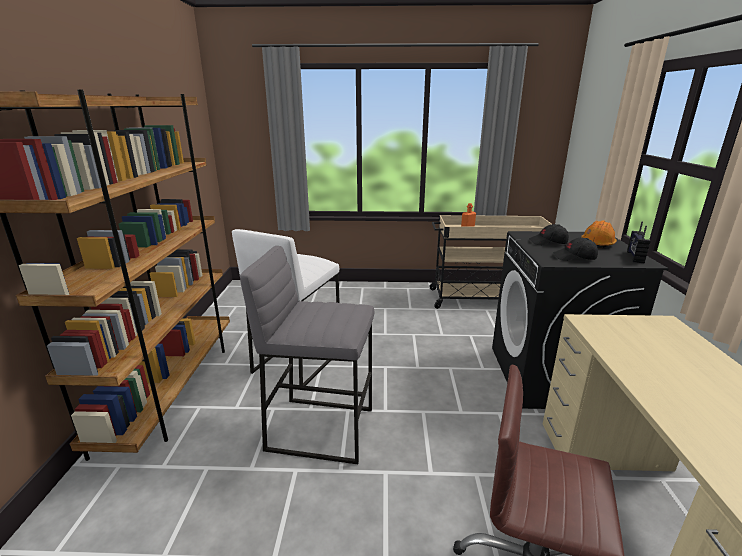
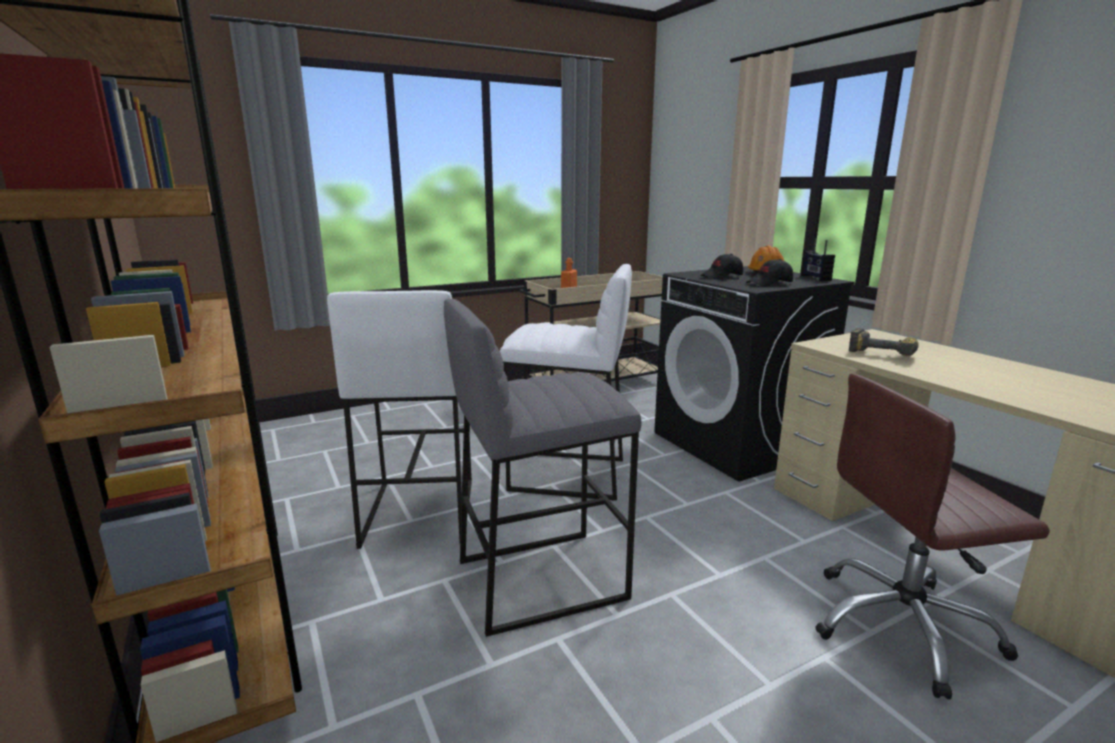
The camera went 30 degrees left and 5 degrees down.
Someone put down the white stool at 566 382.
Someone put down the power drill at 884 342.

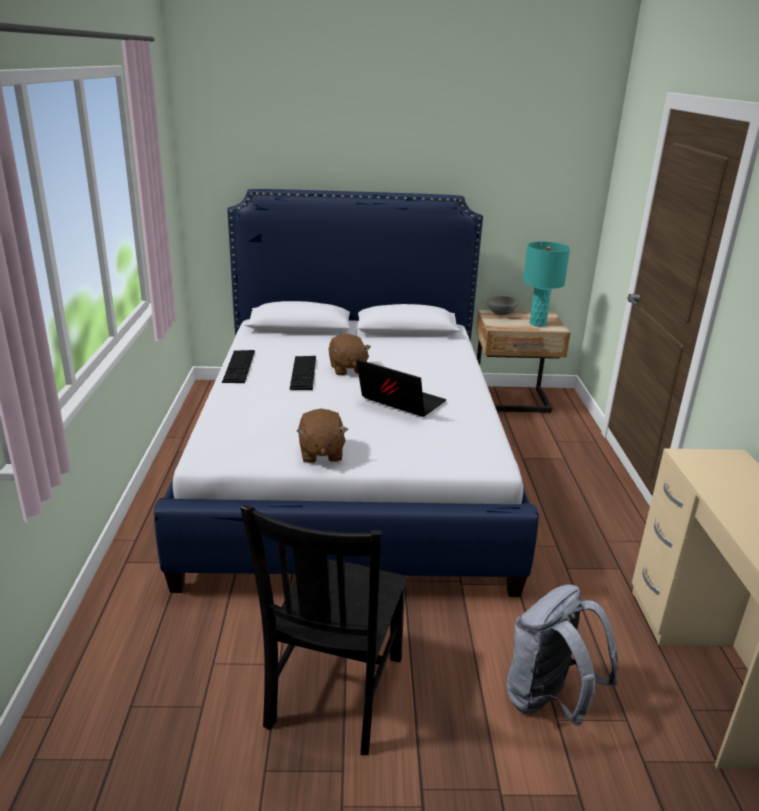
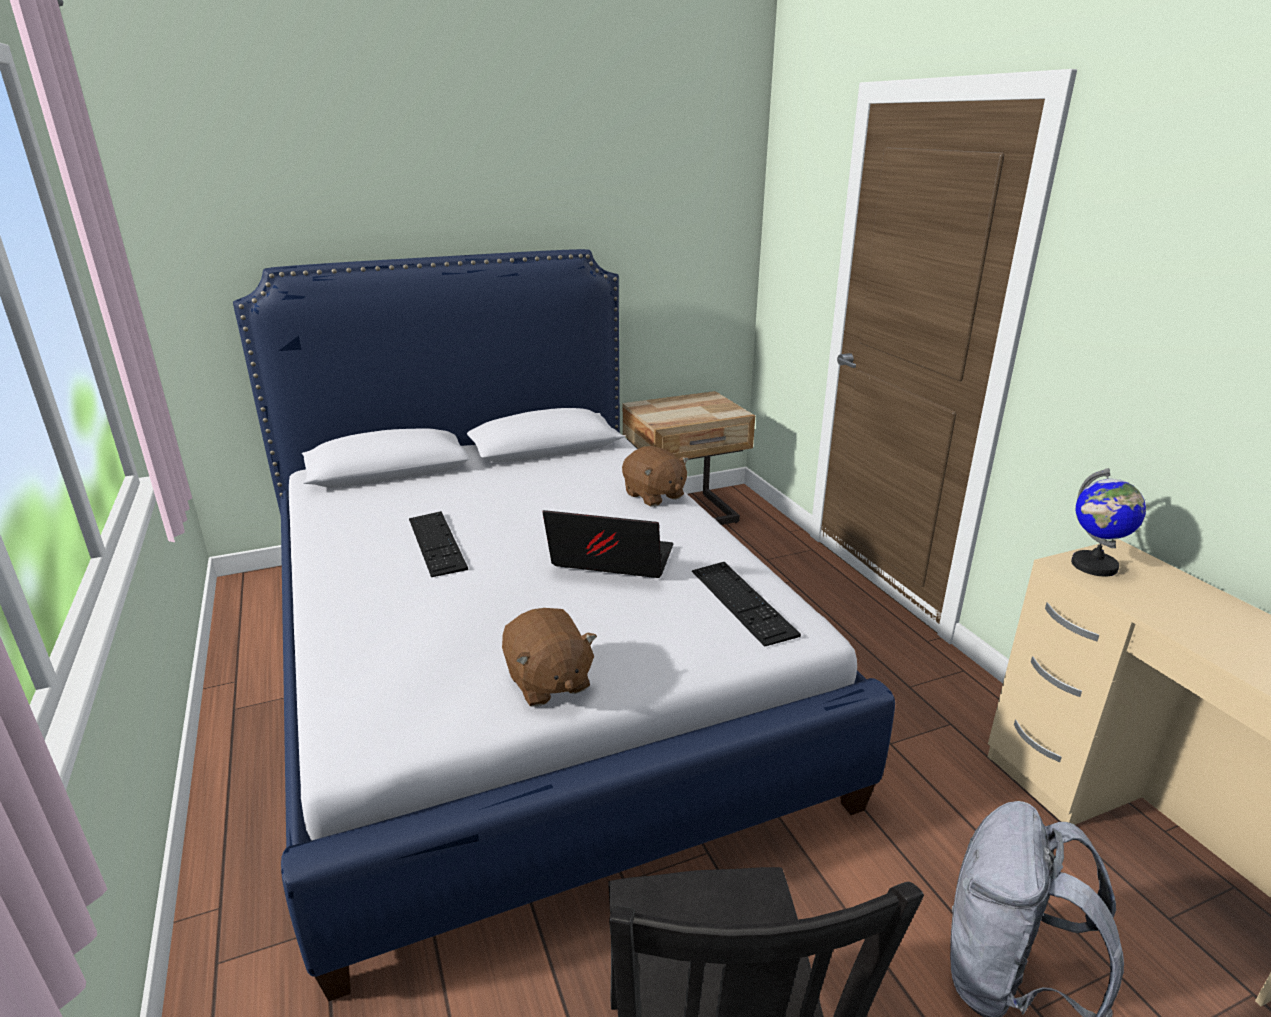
The camera went 20 degrees left and 0 degrees up.
Someone took away the turquoise table lamp at 546 283.
Someone took away the grey bowl at 503 305.
Someone carried the brown plush toy from 349 355 to 655 476.
Someone carried the keyboard from 238 366 to 746 604.
Someone put down the globe at 1108 522.

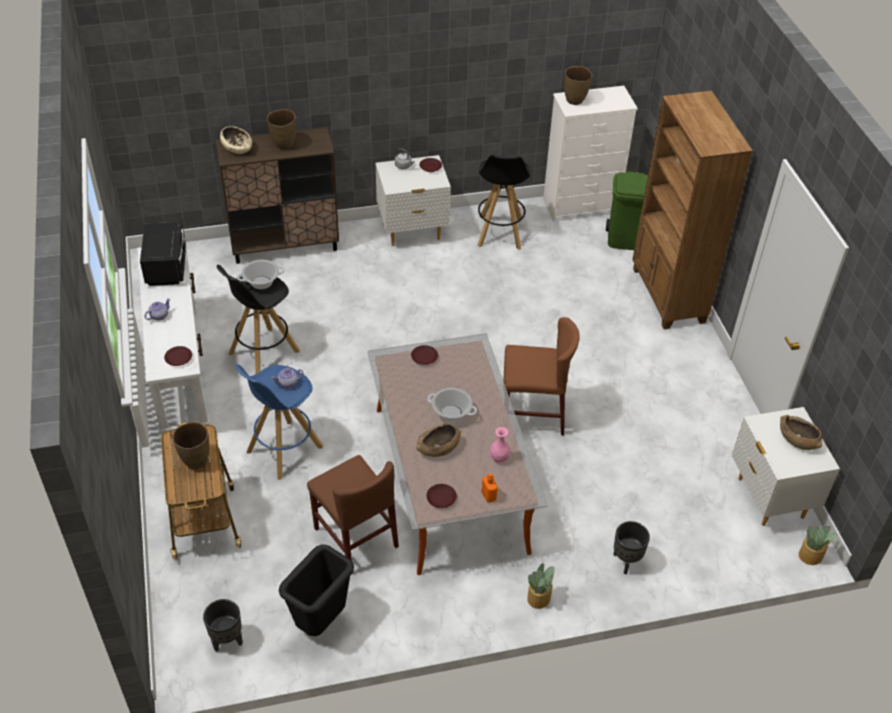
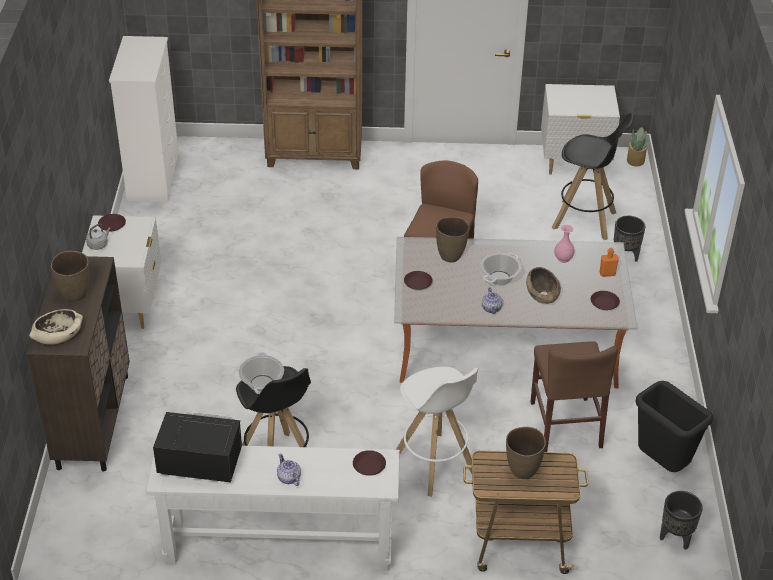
The camera went 75 degrees left and 5 degrees down.
Someone carried the brown vase from 578 85 to 453 239.
Someone carried the black stool from 503 202 to 593 176.
Someone took away the green trash can at 627 211.
Someone repainted the blue stool at 279 422, which became the white stool at 437 432.
Someone carried the teapot from 287 378 to 492 300.
Someone took away the brown bowl at 801 432.
Someone rotated the brown chair at 353 514 by 105 degrees clockwise.
Someone took away the potted plant at 541 586.

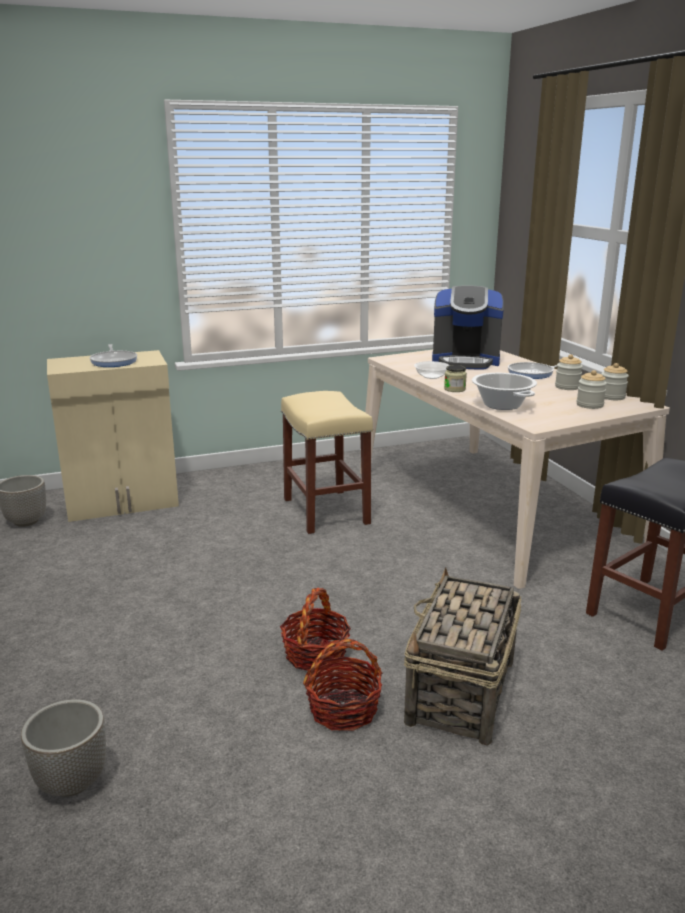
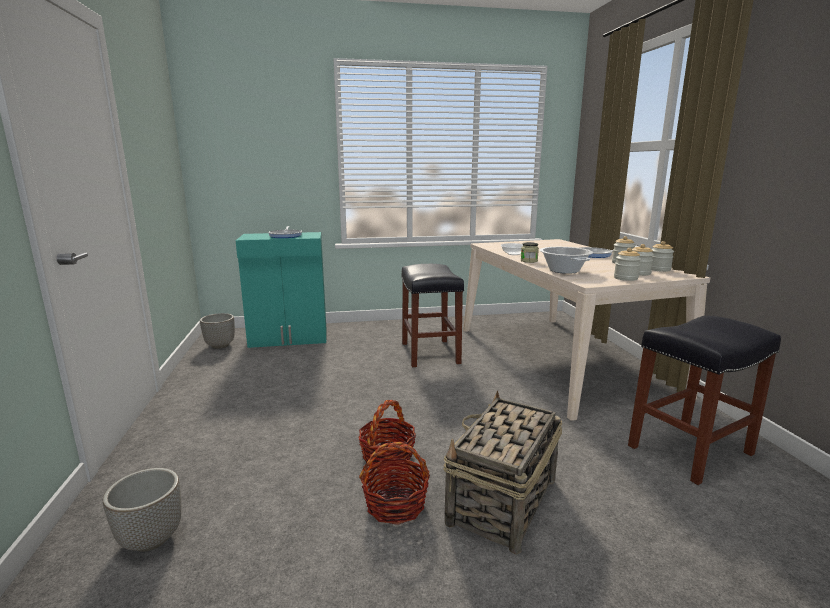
The camera went 10 degrees right and 5 degrees down.
Someone took away the coffee machine at 468 327.
Someone repainted the beige cabinet at 113 436, which became the turquoise cabinet at 281 290.
Someone repainted the beige stool at 327 462, which became the black stool at 432 315.
Someone put down the jar at 627 264.

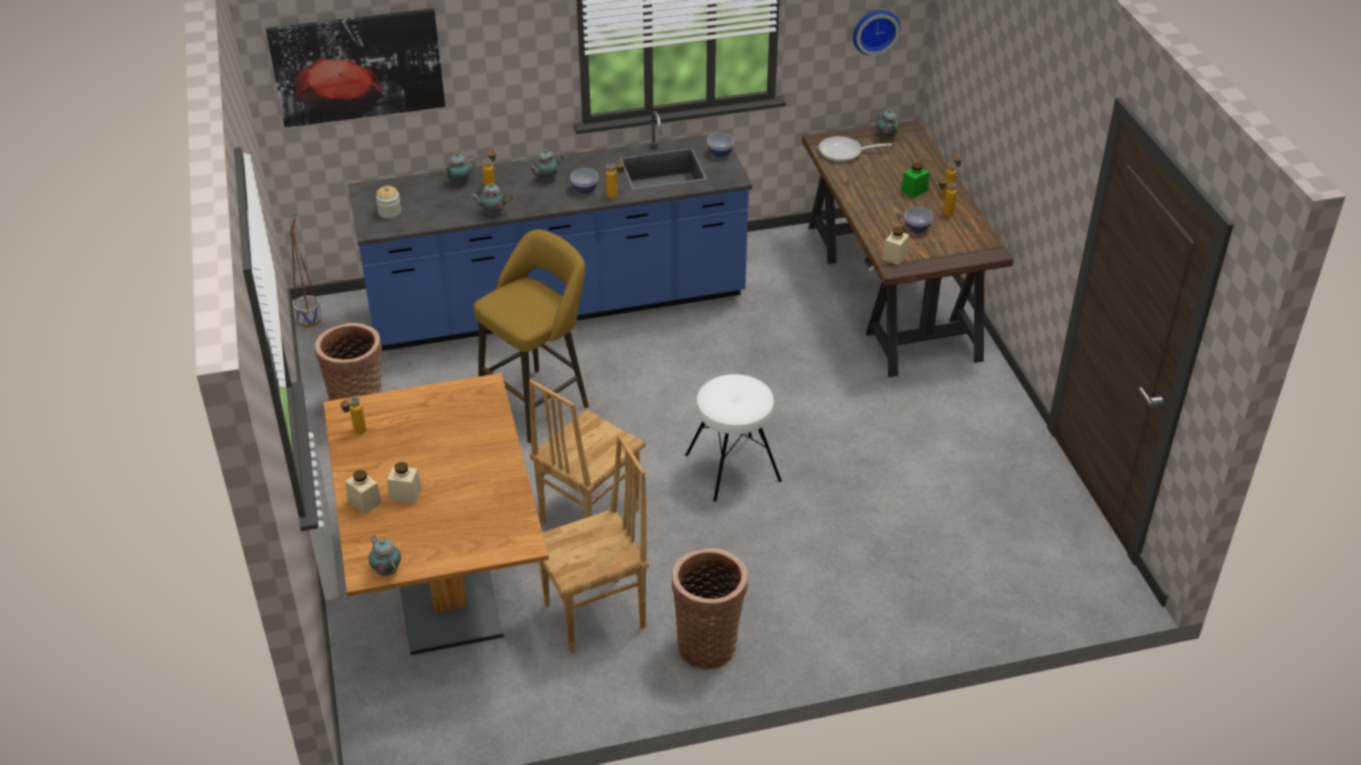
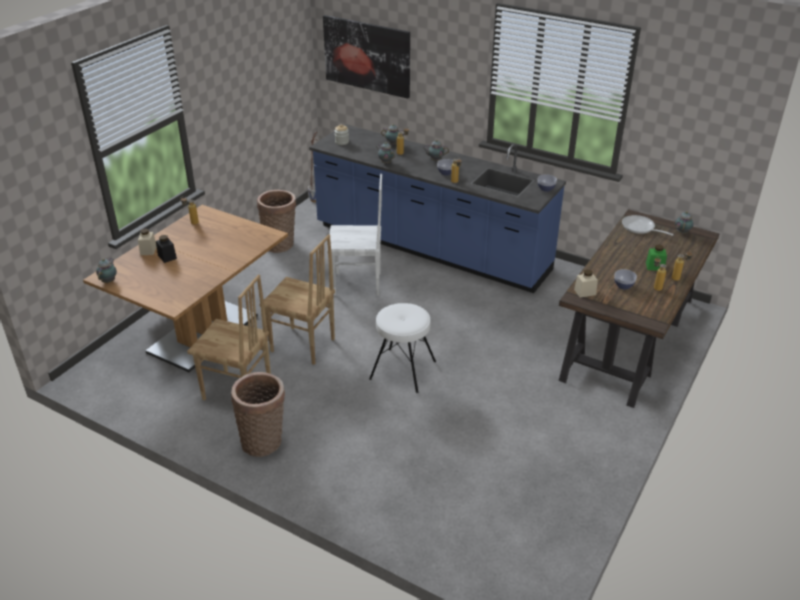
The camera went 45 degrees right and 5 degrees down.
Someone took away the wall clock at 876 32.
Someone swapped the yellow stool at 531 336 for the white chair at 354 235.
Someone rotated the brown chair at 587 451 by 150 degrees counterclockwise.
Someone repainted the beige jar at 404 483, which became the black jar at 166 249.

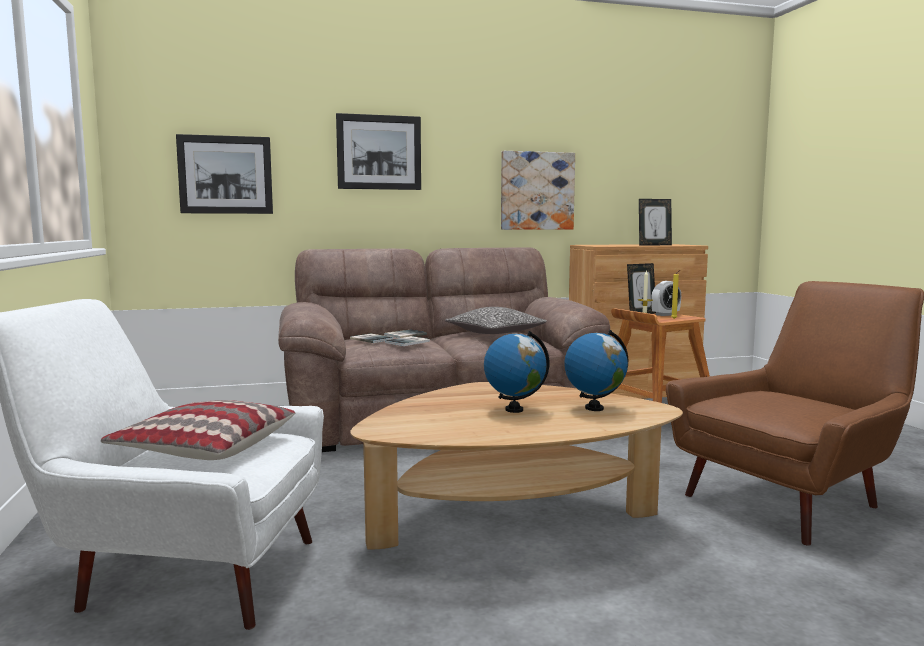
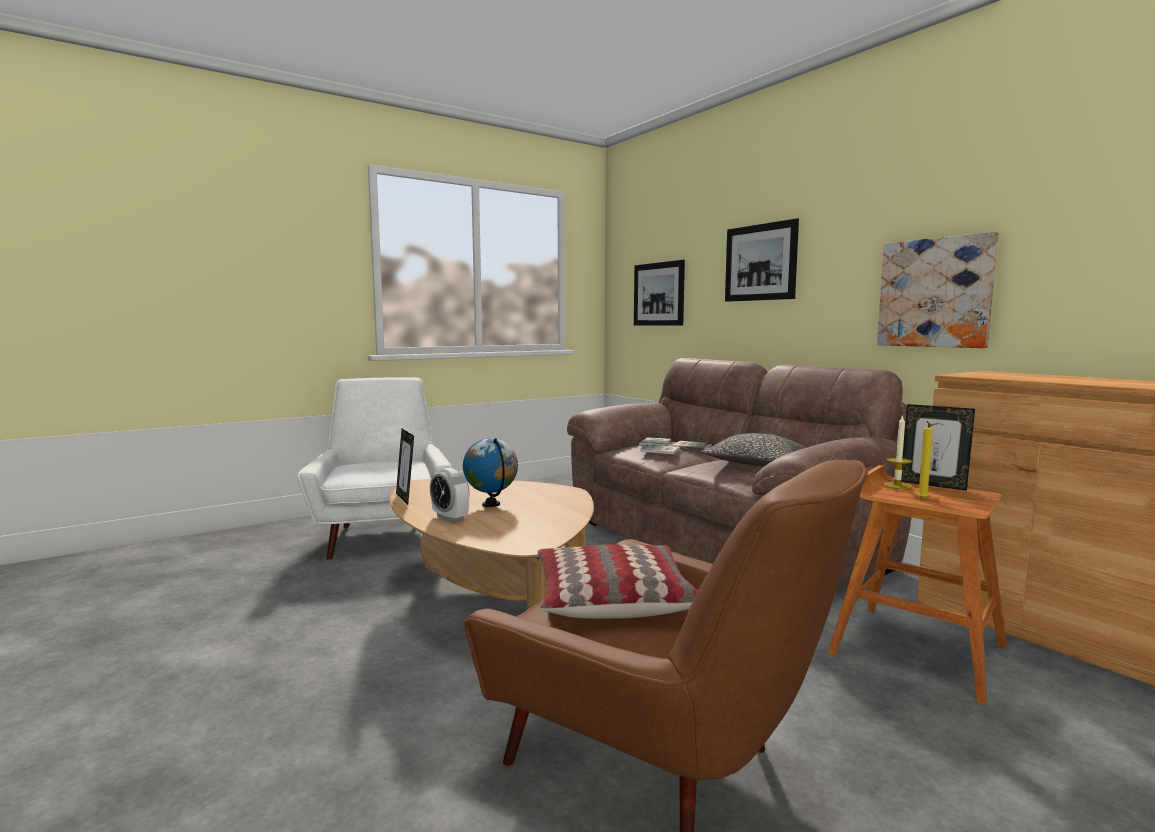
The camera went 70 degrees right and 0 degrees up.
Someone carried the picture frame from 655 222 to 405 467.
Someone carried the alarm clock from 666 298 to 450 495.
Someone took away the globe at 596 370.
Someone carried the pillow from 198 430 to 618 581.

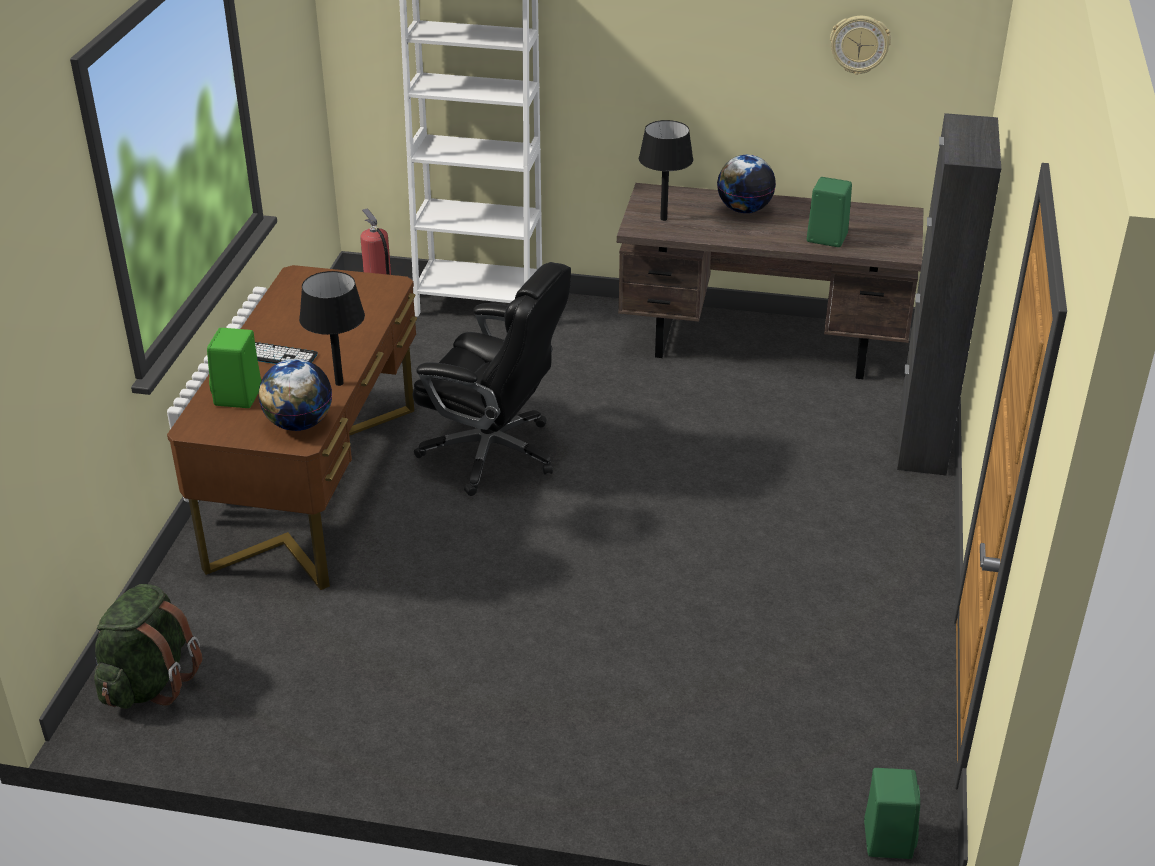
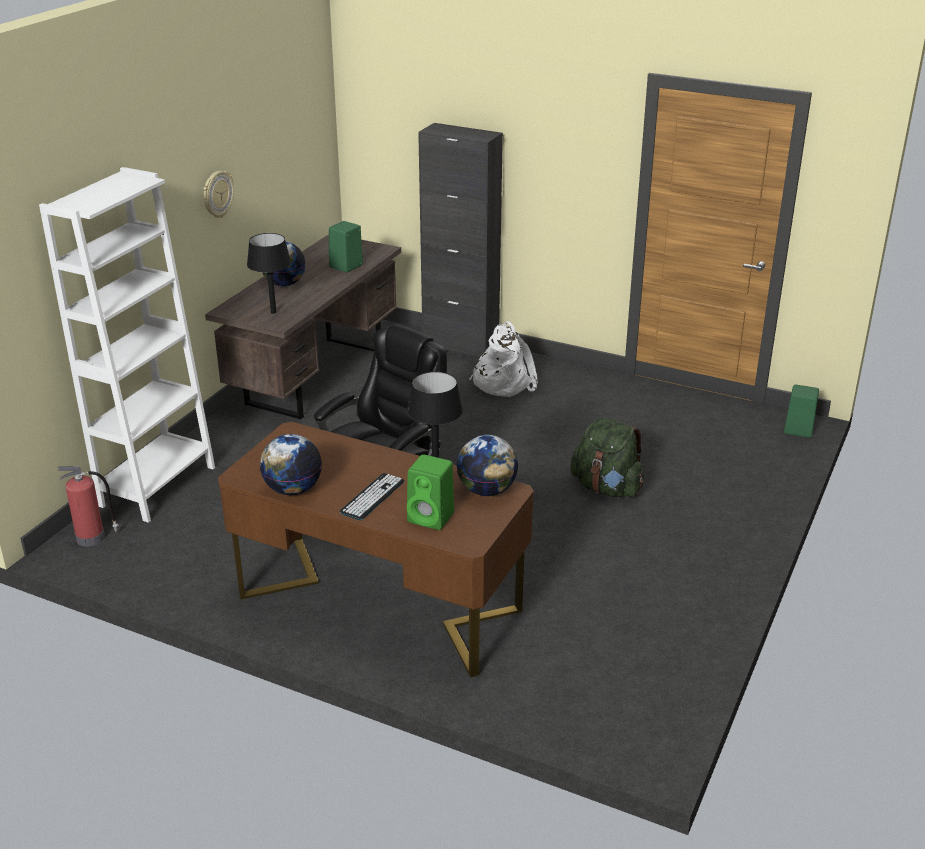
The camera went 75 degrees left and 5 degrees down.
Someone carried the wall clock from 860 45 to 218 194.
Someone carried the green backpack from 148 646 to 607 457.
Someone put down the white backpack at 504 359.
Someone put down the globe at 291 464.

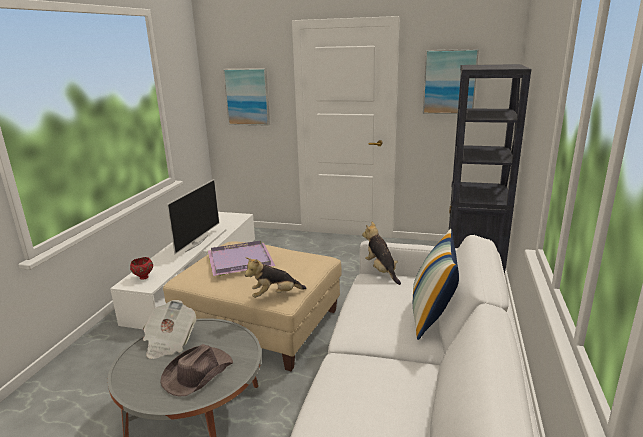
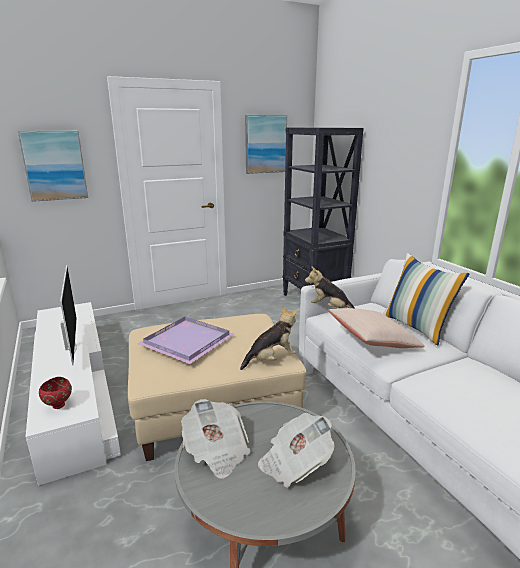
The camera went 40 degrees left and 0 degrees up.
Someone rotated the plush toy at 275 277 by 150 degrees counterclockwise.
Someone swapped the brown hat at 196 370 for the newspaper at 296 450.
Someone put down the beige pillow at 376 328.

